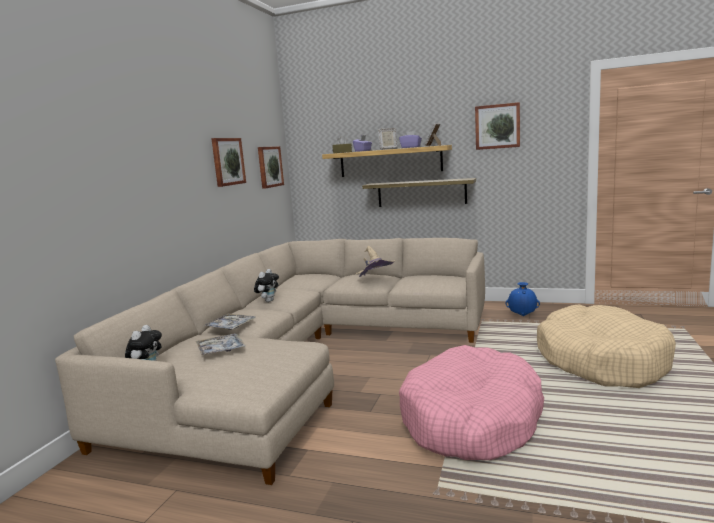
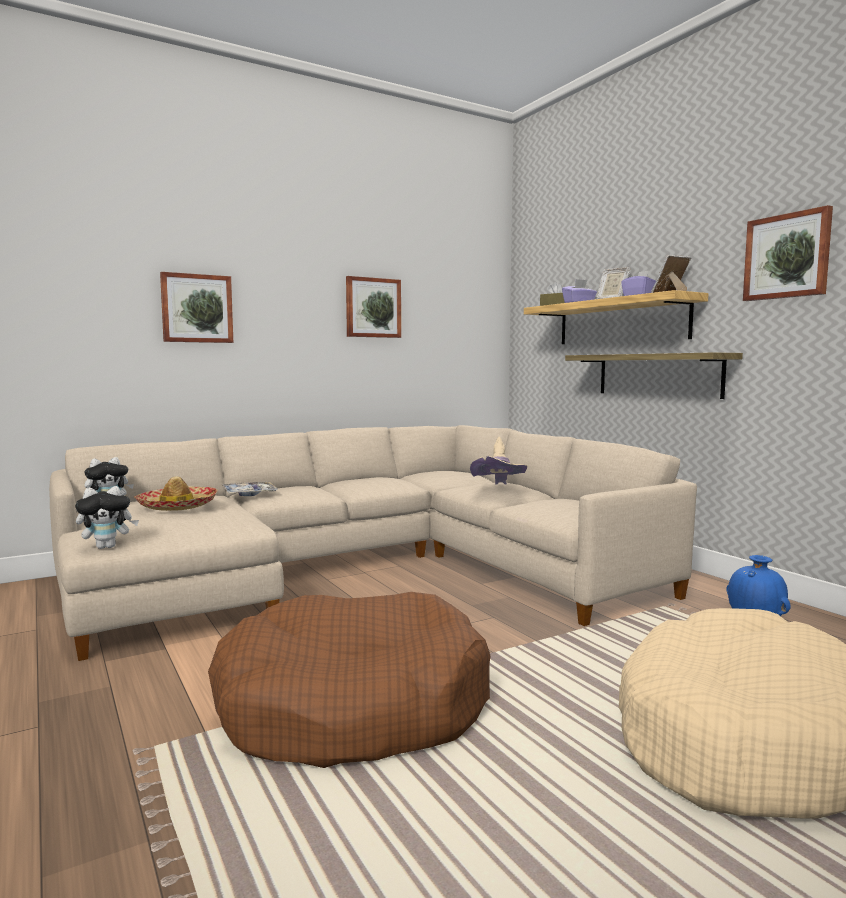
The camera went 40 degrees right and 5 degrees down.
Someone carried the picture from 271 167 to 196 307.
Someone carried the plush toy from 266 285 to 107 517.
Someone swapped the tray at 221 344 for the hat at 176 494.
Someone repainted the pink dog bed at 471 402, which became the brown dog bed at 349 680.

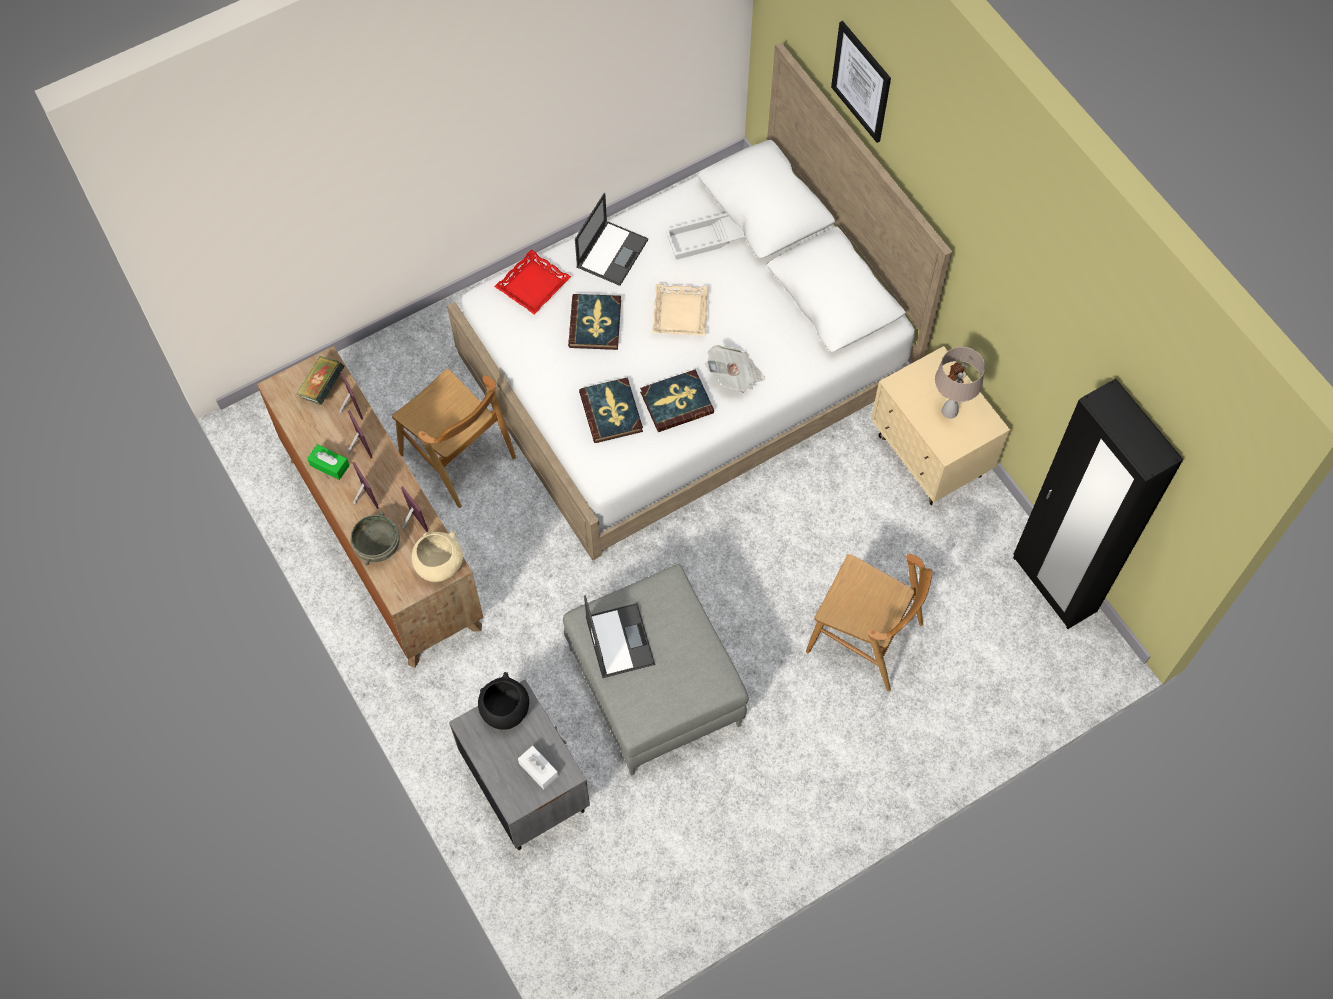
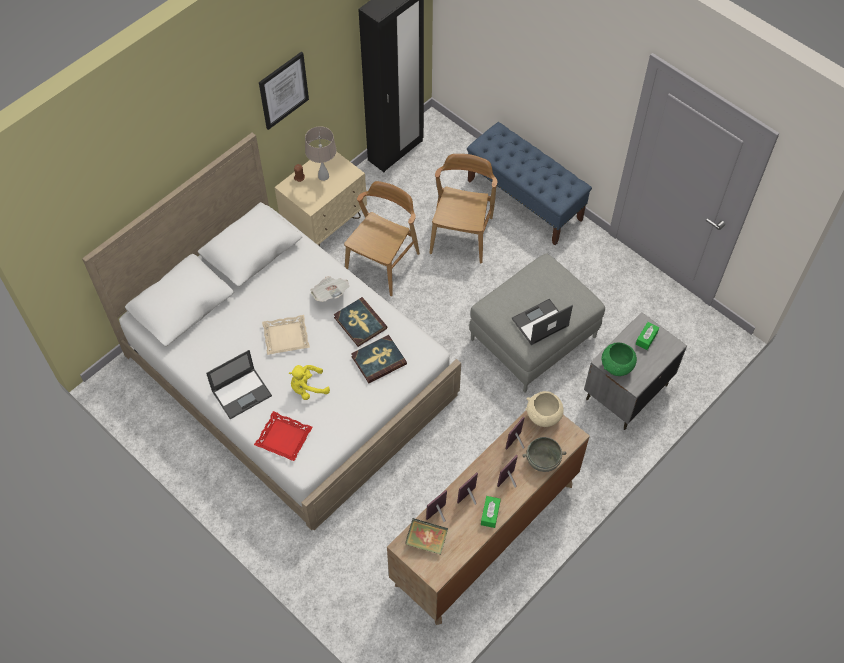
The camera went 105 degrees left and 5 degrees down.
Someone carried the picture from 861 82 to 284 90.
Someone rotated the laptop at 611 239 by 135 degrees clockwise.
Someone took away the white tray at 705 236.
Someone swapped the book at 594 322 for the yellow plush toy at 309 382.
Someone carried the brown chair from 454 438 to 382 238.
Someone repainted the black bowl at 503 701, which became the green bowl at 619 359.
Someone repainted the white tissue box at 538 767, which became the green tissue box at 647 336.
Someone put down the blue bench at 529 183.

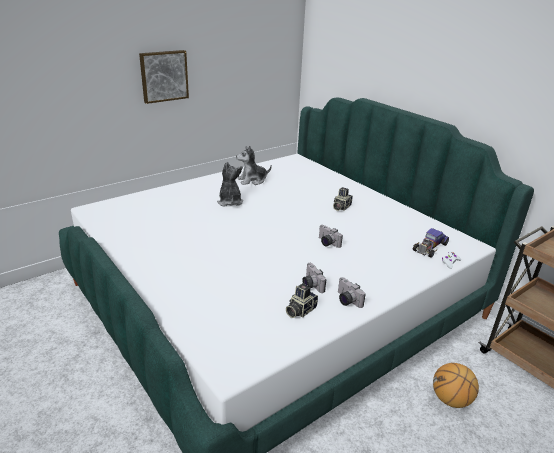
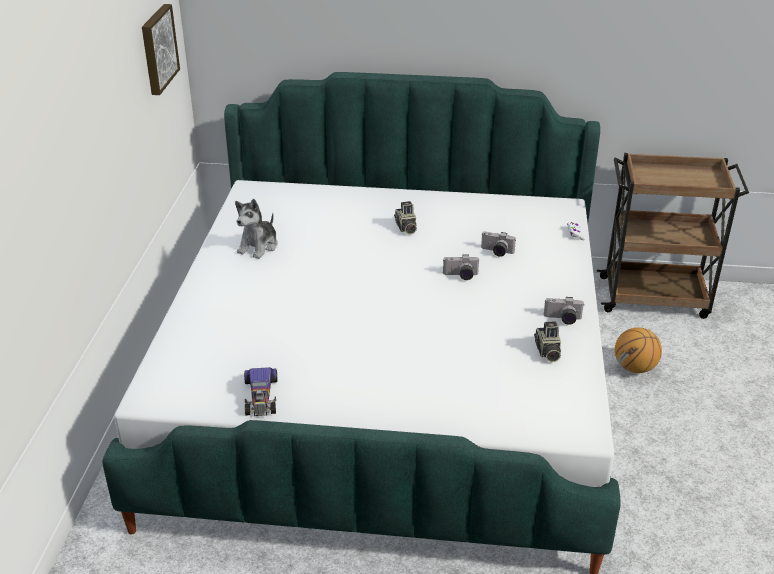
The camera went 45 degrees left and 5 degrees up.
Someone carried the picture from 164 77 to 161 49.
Someone took away the plush toy at 230 183.
Someone carried the toy car from 431 243 to 260 391.
Someone carried the photo camera from 314 278 to 498 244.

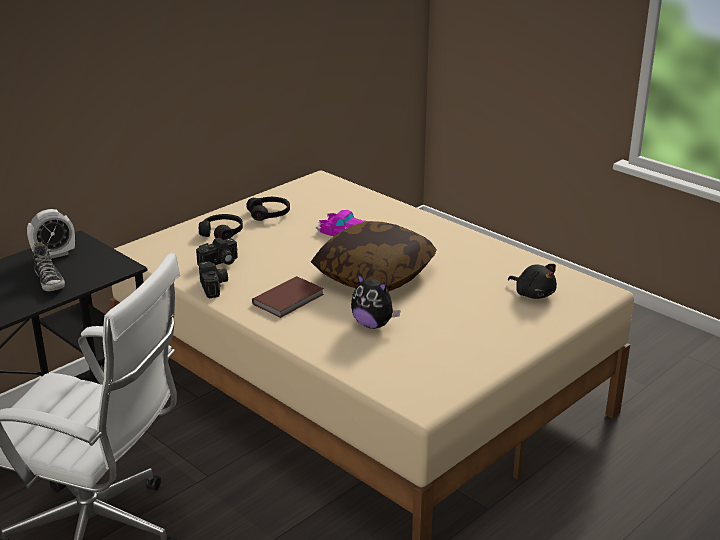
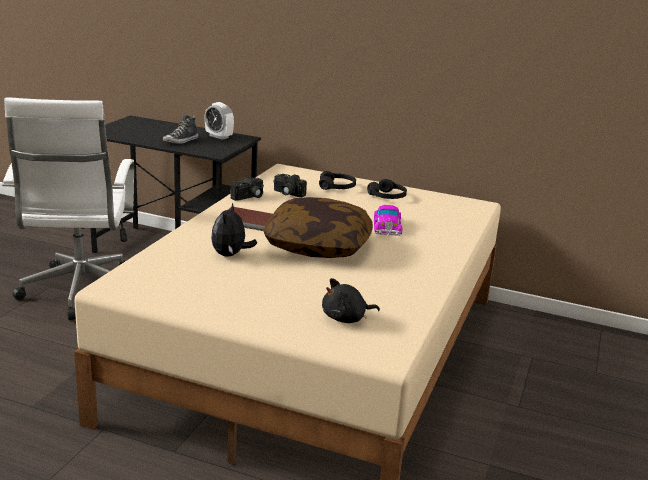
The camera went 65 degrees right and 5 degrees down.
Someone rotated the black plush toy at 532 281 by 45 degrees clockwise.

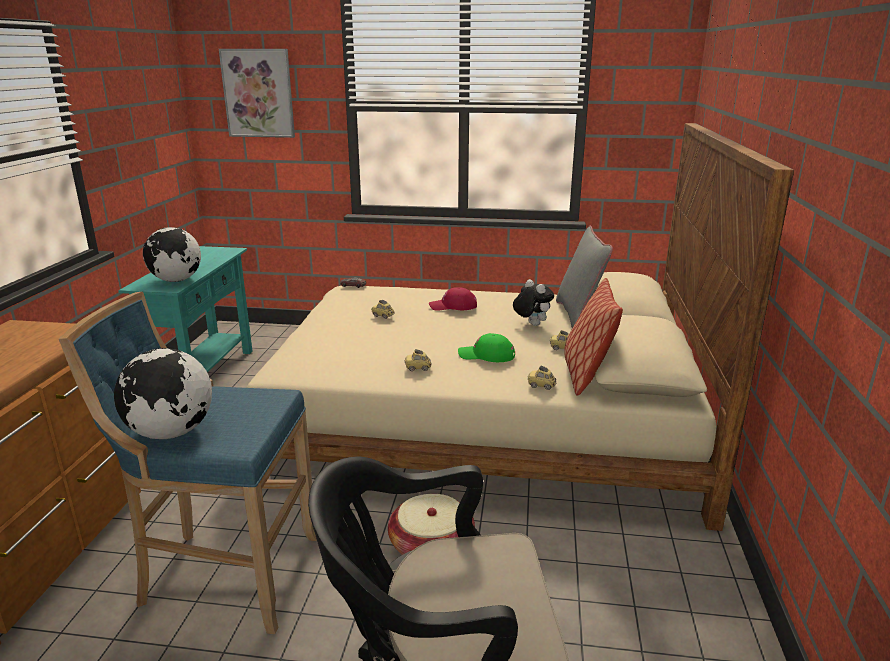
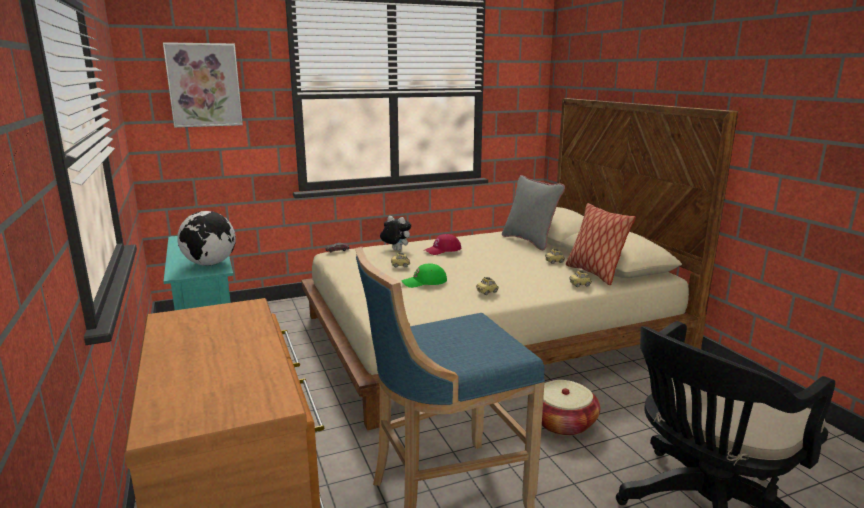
The camera went 30 degrees left and 5 degrees down.
Someone carried the plush toy from 533 302 to 395 233.
Someone carried the green cap from 486 347 to 424 275.
Someone took away the globe at 163 393.

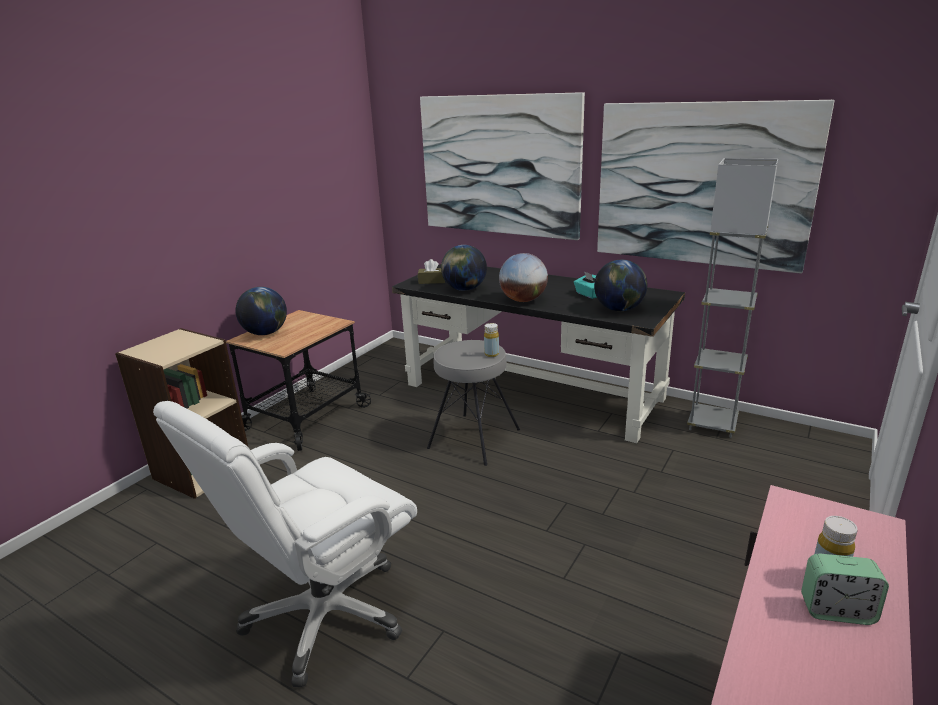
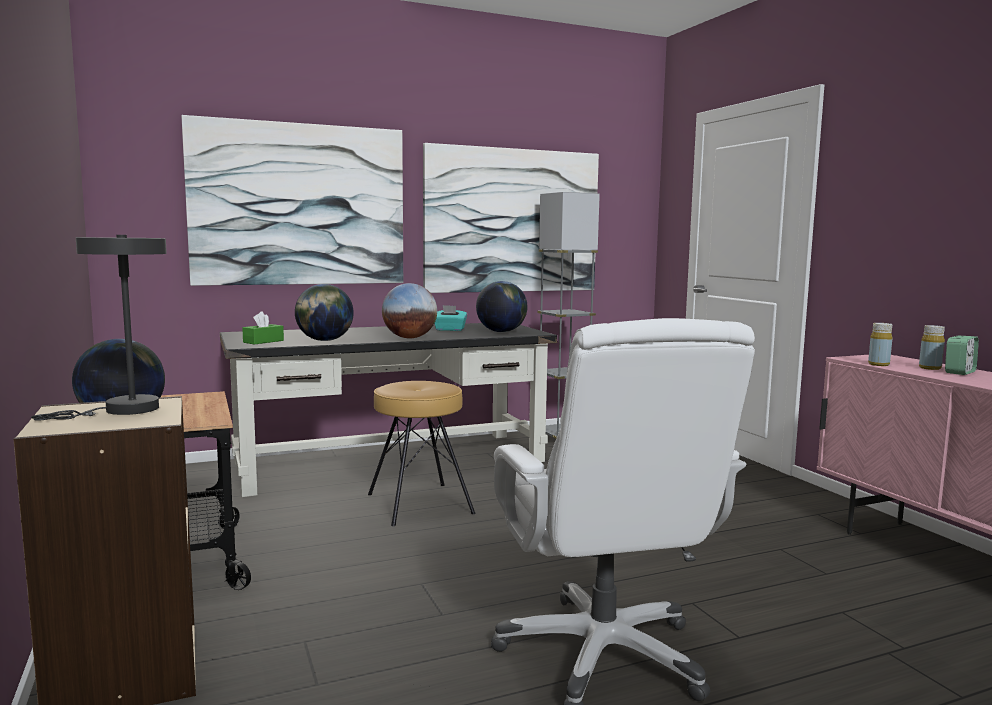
The camera went 55 degrees left and 15 degrees down.
Someone repainted the brown tissue box at 431 271, which became the green tissue box at 263 327.
Someone carried the yellow bottle from 491 340 to 880 344.
Someone repainted the grey stool at 473 403, which became the brown stool at 421 453.
Someone put down the grey table lamp at 99 328.

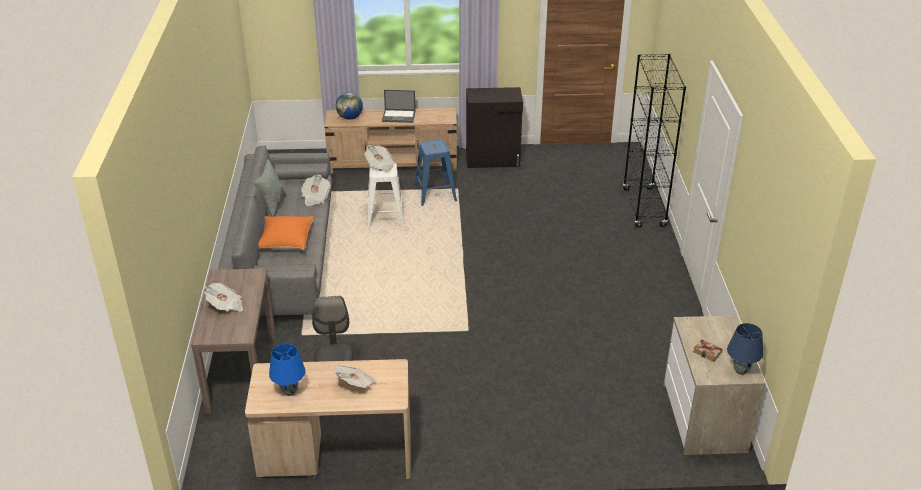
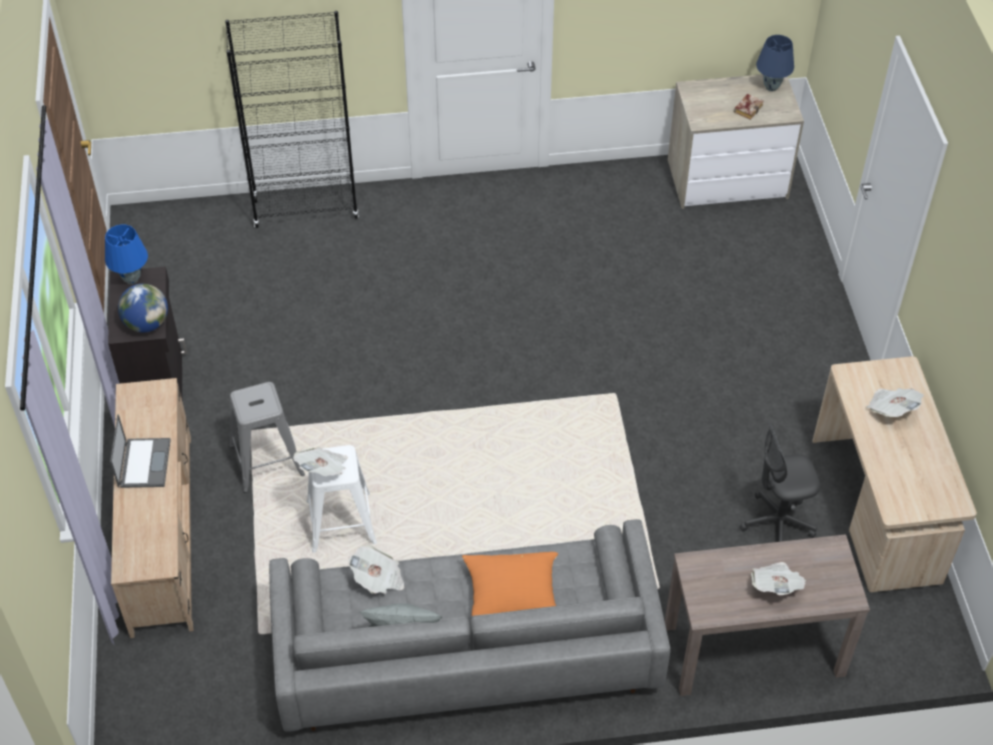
The camera went 95 degrees left and 15 degrees up.
Someone carried the globe from 349 106 to 143 308.
Someone repainted the blue stool at 435 172, which became the grey stool at 267 437.
Someone carried the blue table lamp from 287 370 to 126 254.

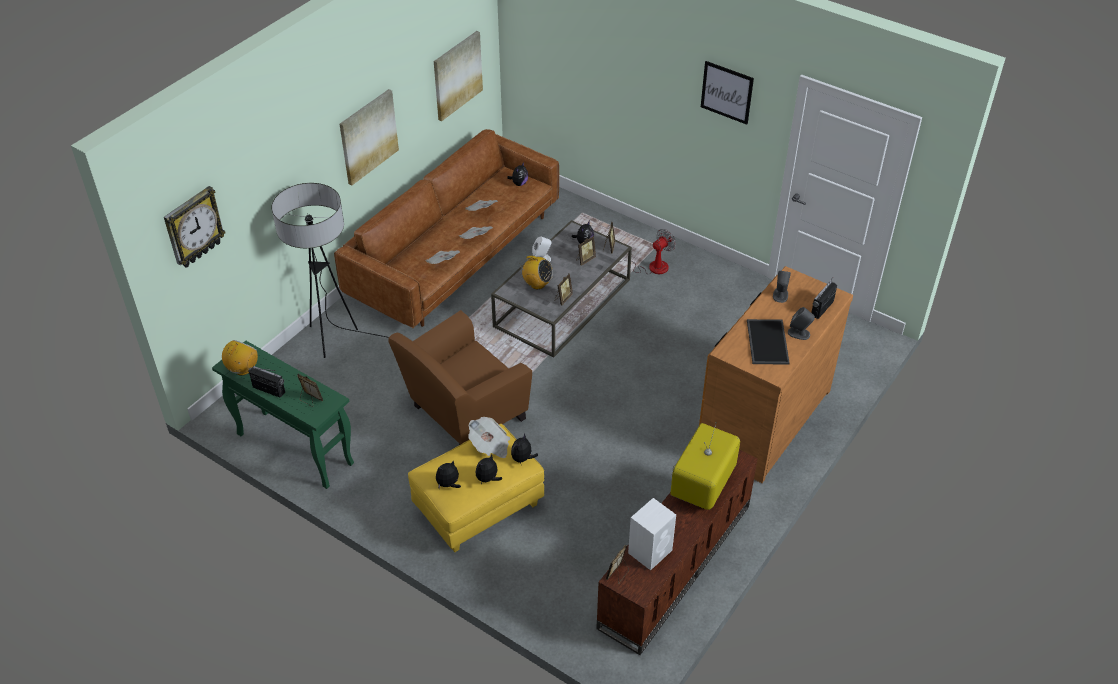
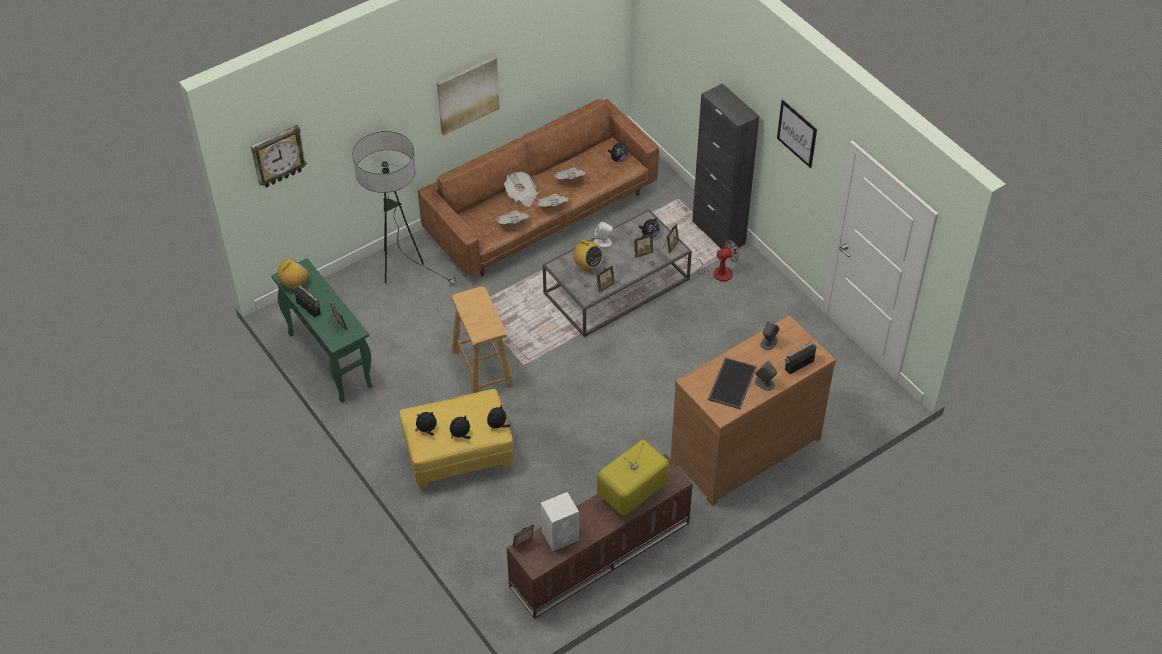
The camera went 20 degrees right and 5 degrees up.
Someone took away the picture at 458 76.
Someone swapped the brown armchair at 460 377 for the beige stool at 482 340.
Someone carried the newspaper from 489 437 to 521 189.
Someone put down the black cabinet at 726 166.

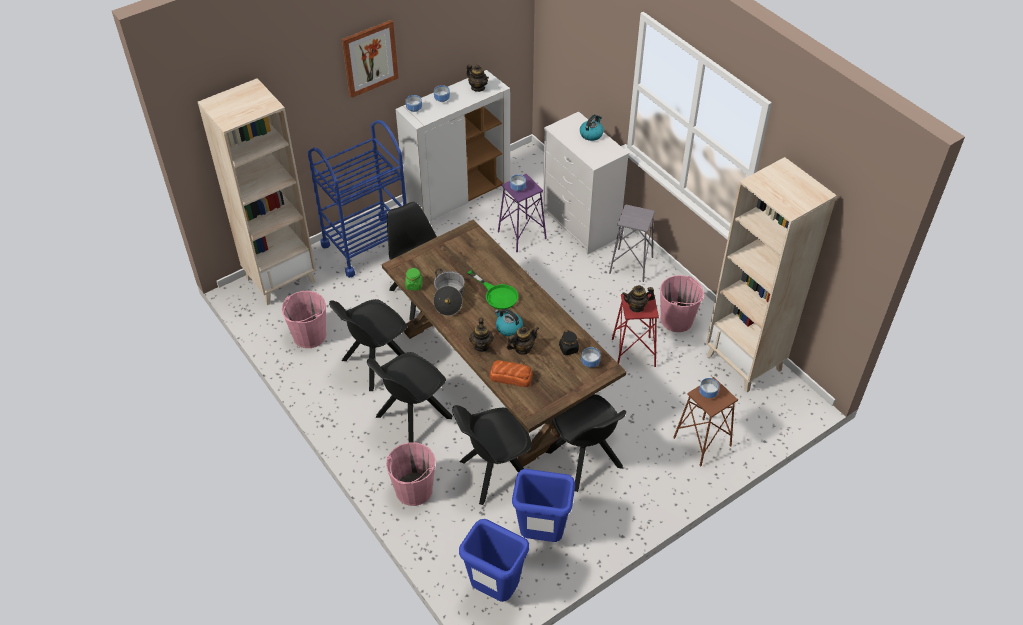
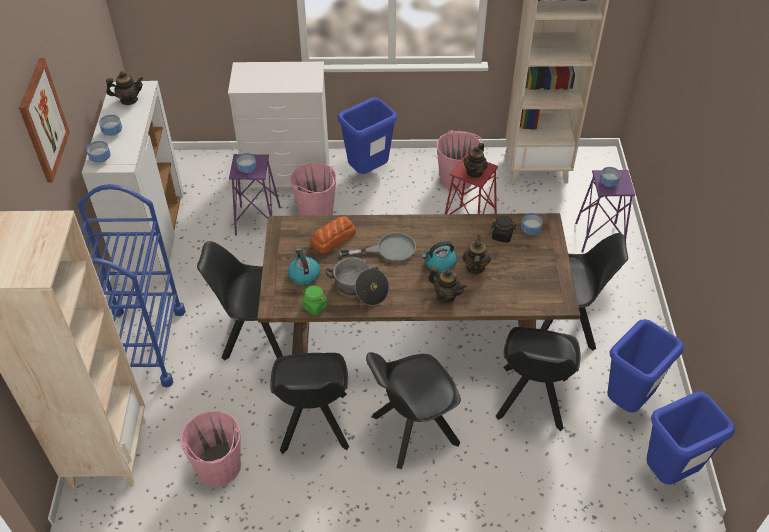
The camera went 55 degrees left and 0 degrees up.
Someone carried the kettle from 592 128 to 304 267.
Someone swapped the grey stool at 632 243 for the blue trash can at 367 135.
Someone repainted the green frying pan at 493 290, which became the grey frying pan at 378 247.
Someone rotated the black chair at 409 397 by 75 degrees clockwise.
Someone carried the bread from 511 373 to 333 234.
Someone repainted the brown stool at 705 422, which became the purple stool at 605 211.
Someone carried the pink bucket from 410 474 to 313 189.

